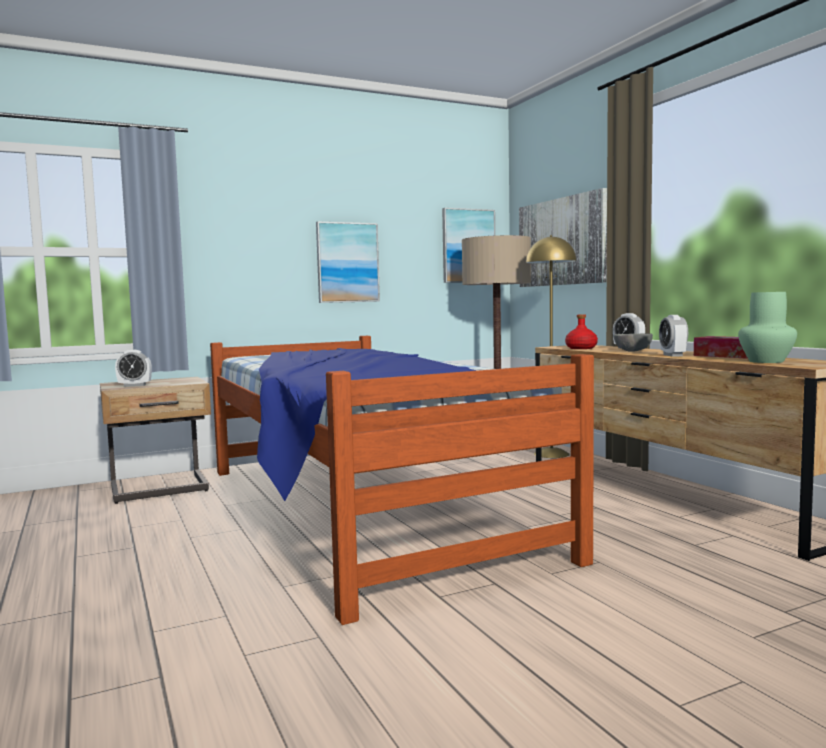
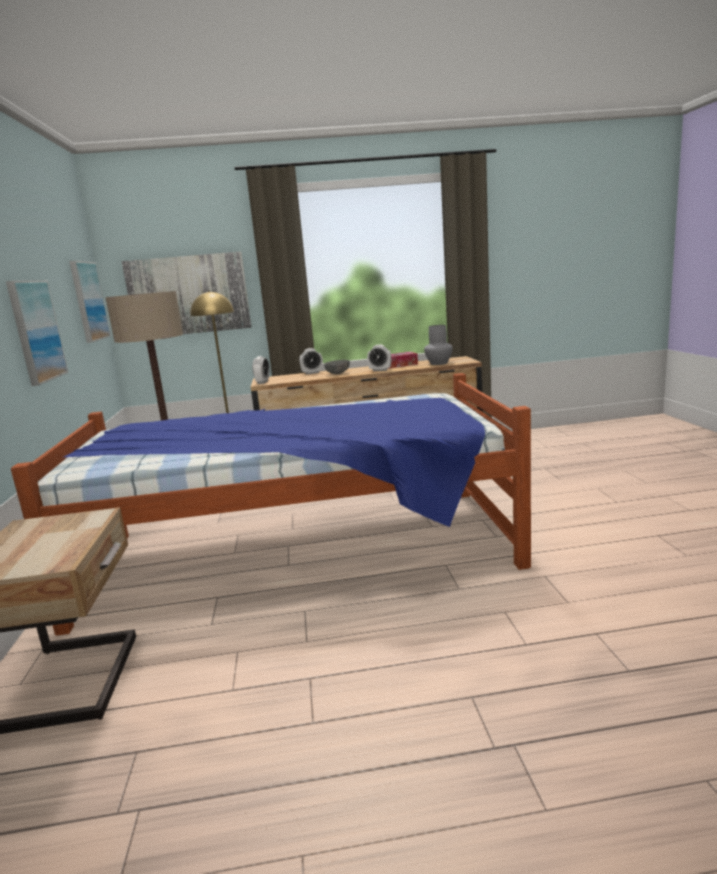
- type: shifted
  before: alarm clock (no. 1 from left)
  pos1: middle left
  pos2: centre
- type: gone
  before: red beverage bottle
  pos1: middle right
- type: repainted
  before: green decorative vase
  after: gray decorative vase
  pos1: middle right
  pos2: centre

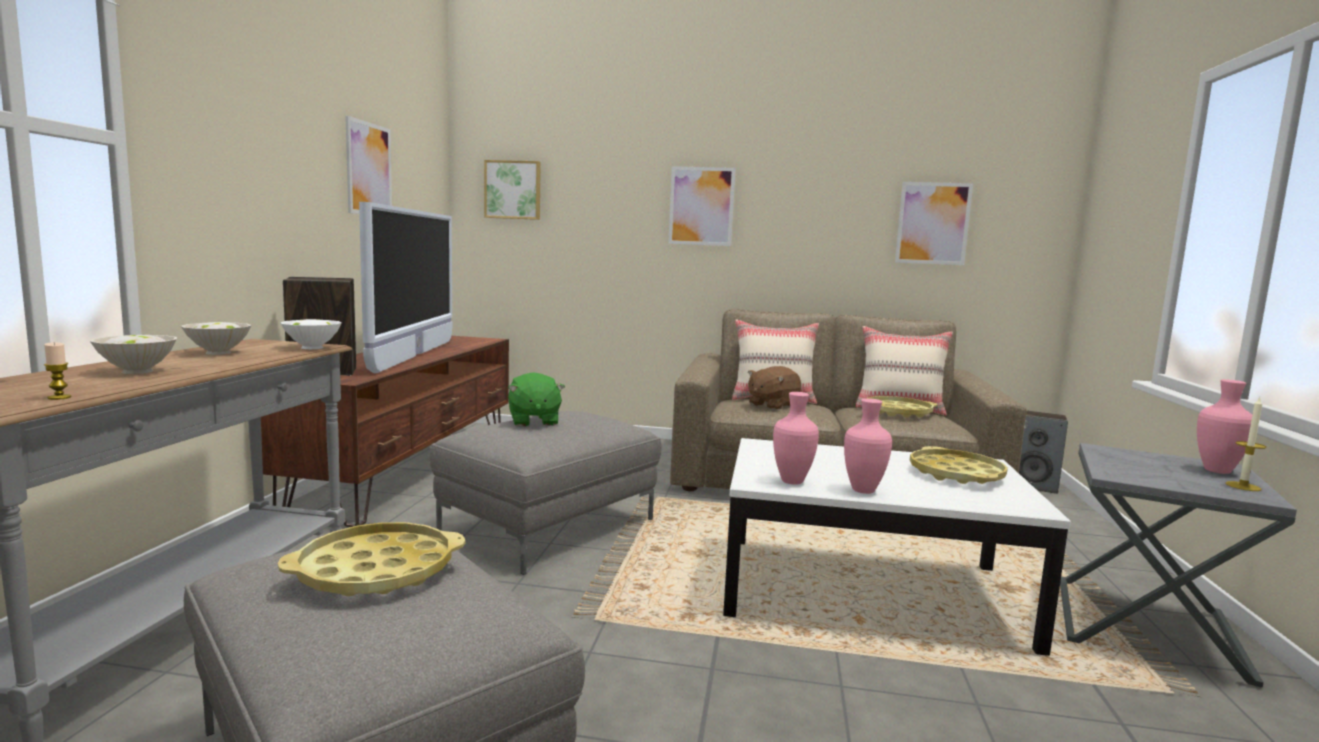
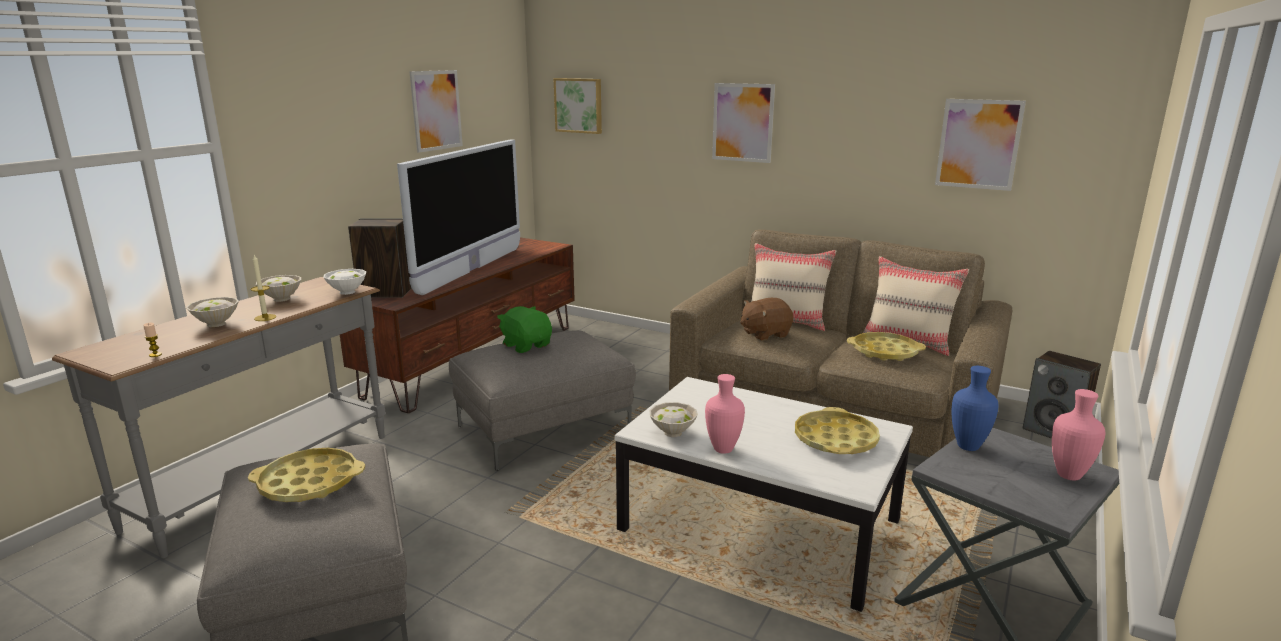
- type: rotated
  before: green cuddly toy
  pos1: centre
  pos2: centre
  turn: 135
- type: swapped
  before: pinkish decorative vase (no. 1 from left)
  after: white deep dish (no. 4 from left)
  pos1: centre
  pos2: centre
- type: shifted
  before: wax candle (no. 2 from left)
  pos1: middle right
  pos2: middle left
- type: new
  after: bluish decorative vase
  pos2: middle right

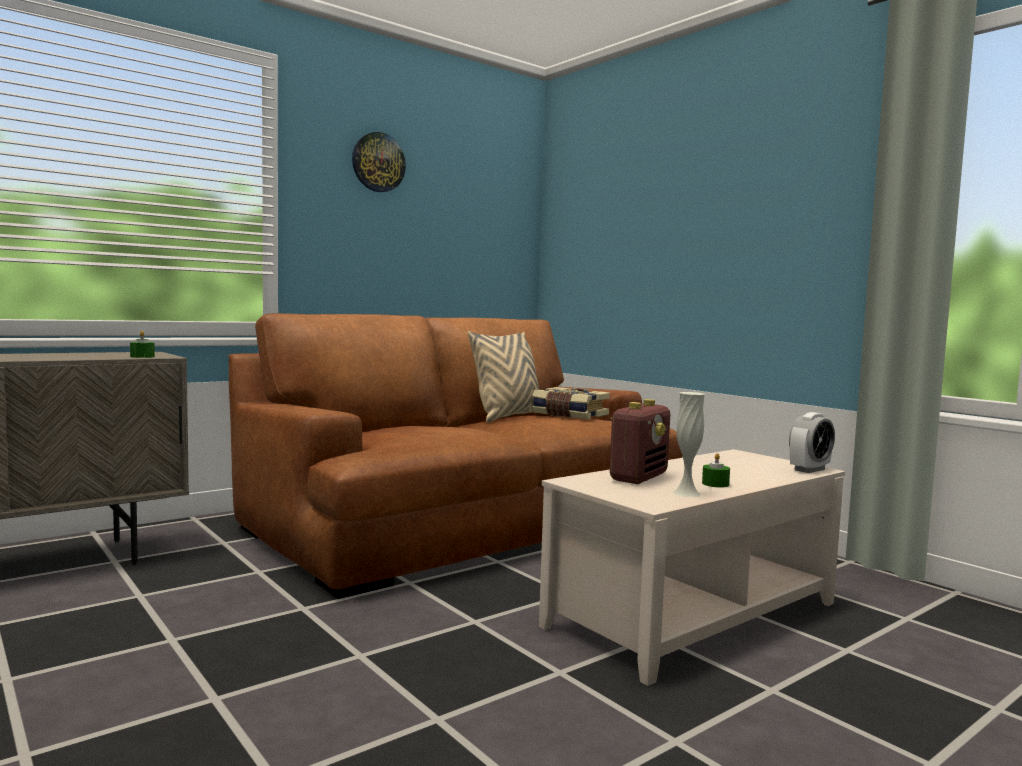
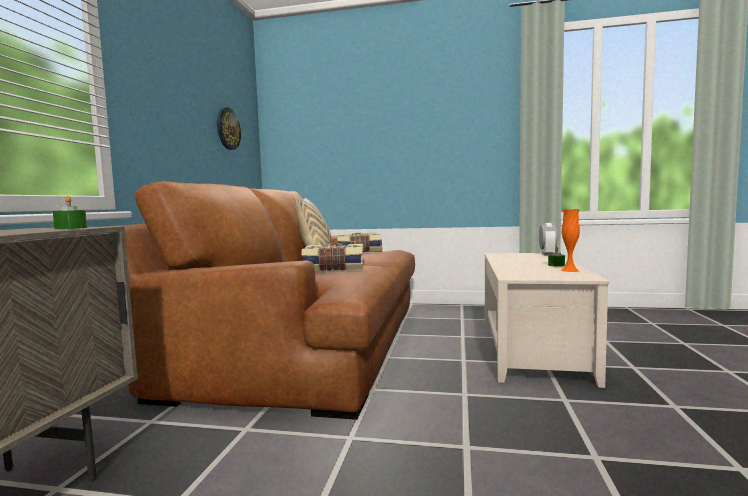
- type: shifted
  before: clock on the wall
  pos1: top centre
  pos2: top left
- type: gone
  before: radio receiver
  pos1: centre
- type: repainted
  before: white decorative vase
  after: orange decorative vase
  pos1: middle right
  pos2: middle right
- type: new
  after: volume (no. 1 from left)
  pos2: centre

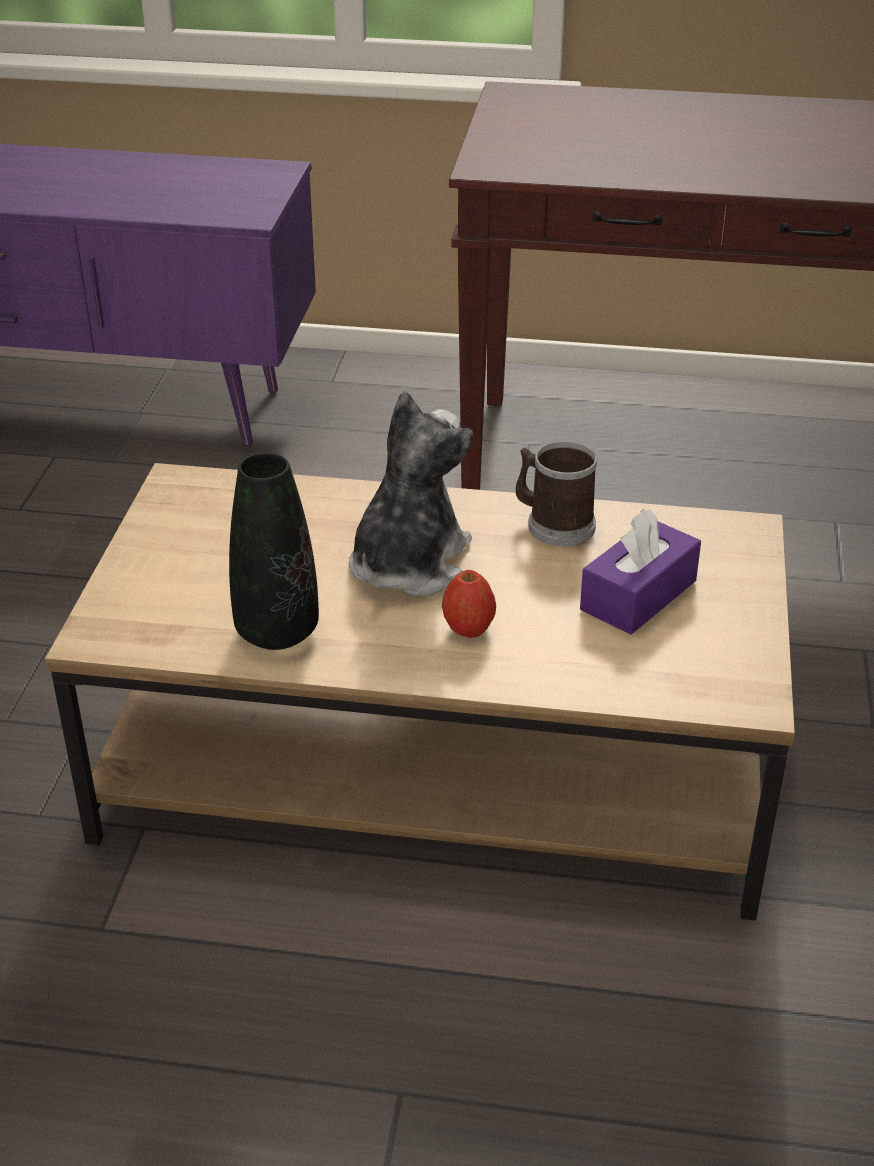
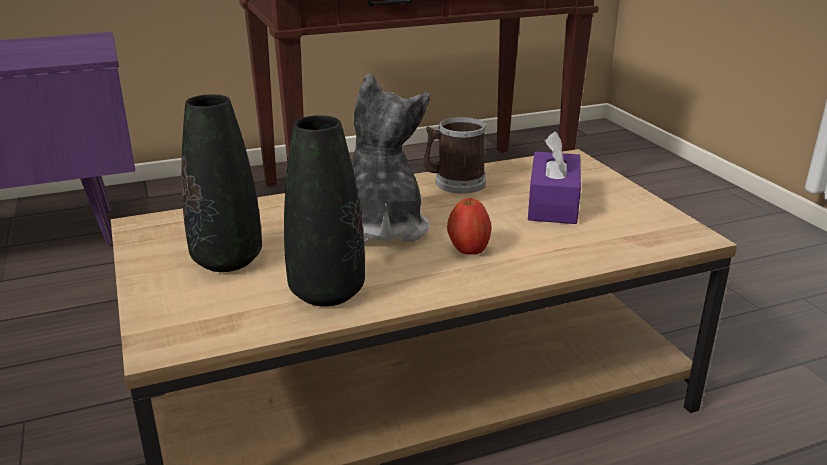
- type: new
  after: blackish decorative vase (no. 1 from left)
  pos2: middle left

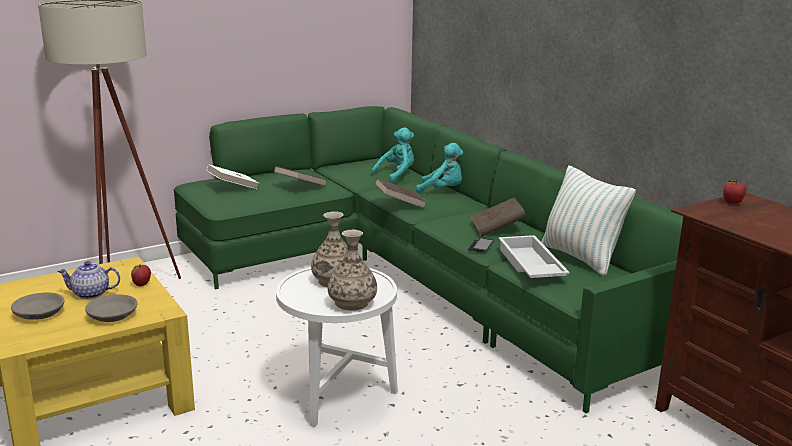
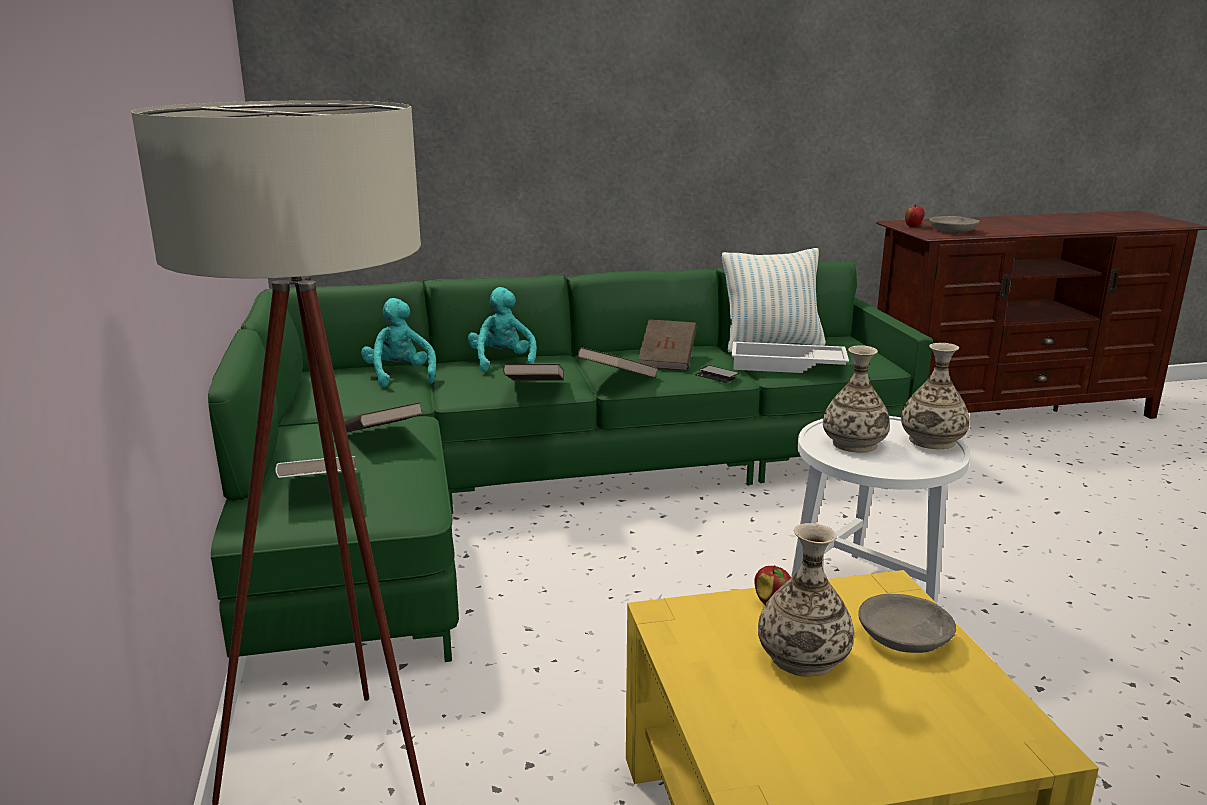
- type: shifted
  before: gray deep dish (no. 1 from left in the first image)
  after: gray deep dish (no. 2 from left)
  pos1: bottom left
  pos2: top right
- type: swapped
  before: teapot
  after: decorative vase (no. 1 from left)
  pos1: middle left
  pos2: bottom right
- type: rotated
  before: turquoise cuddly toy (no. 2 from left)
  pos1: centre
  pos2: centre
  turn: -45
- type: new
  after: brown volume (no. 3 from left)
  pos2: centre

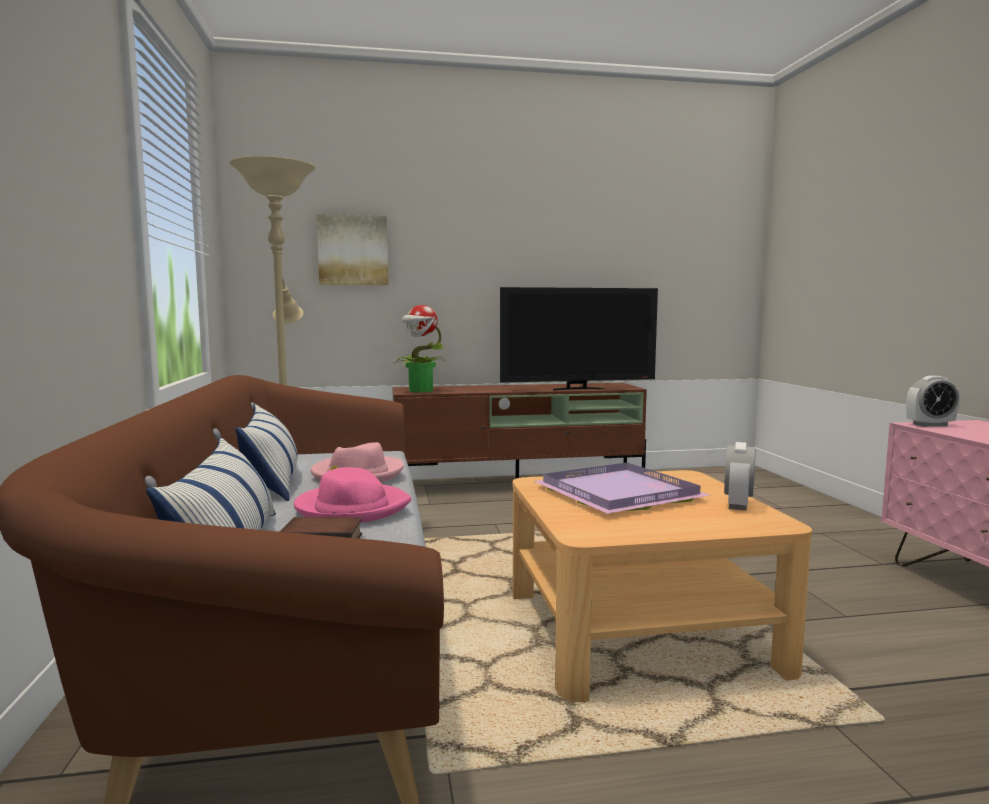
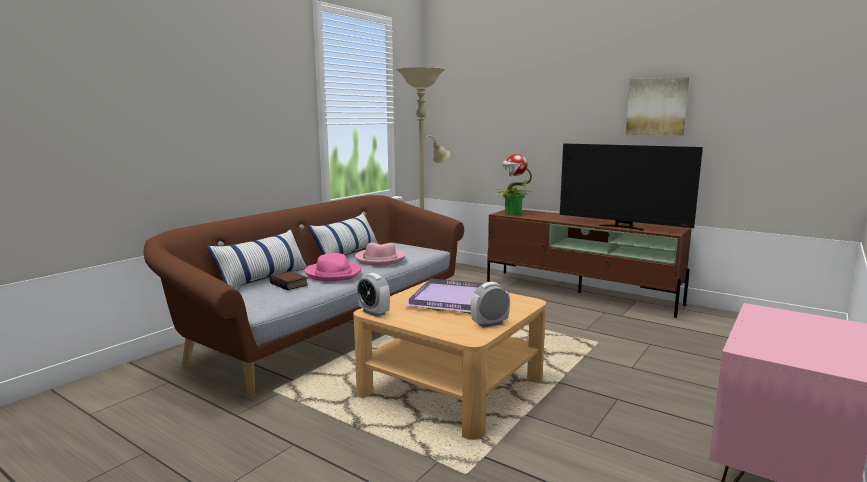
- type: shifted
  before: picture
  pos1: top centre
  pos2: top right
- type: shifted
  before: alarm clock (no. 2 from left in the first image)
  after: alarm clock (no. 1 from left)
  pos1: middle right
  pos2: centre

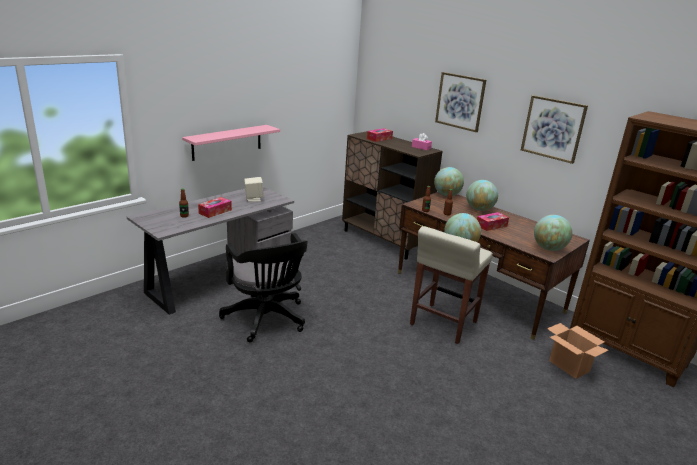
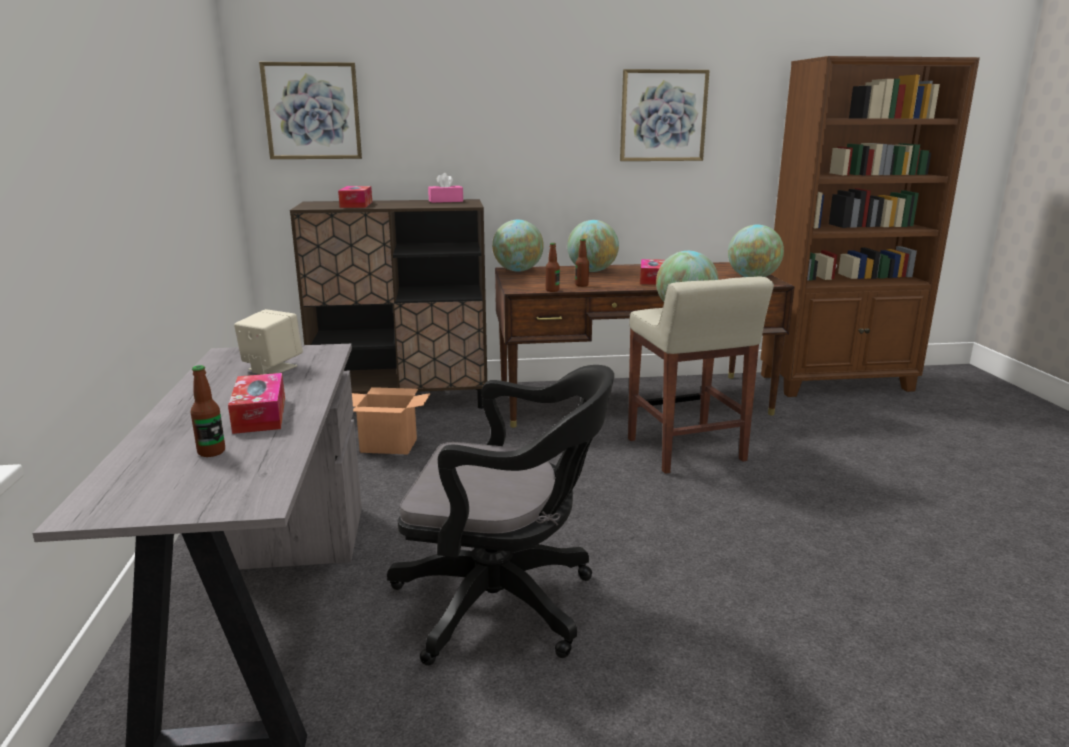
- type: gone
  before: pinkish bracket shelf
  pos1: top left
- type: shifted
  before: picture (no. 1 from left)
  pos1: top centre
  pos2: top left
- type: shifted
  before: cardboard box
  pos1: bottom right
  pos2: centre

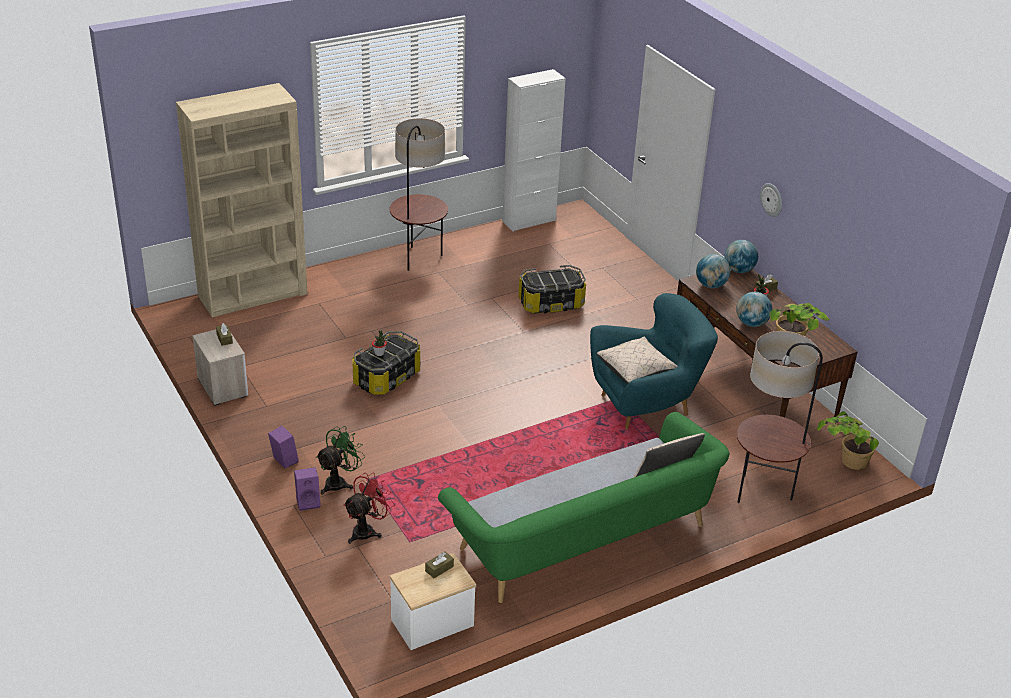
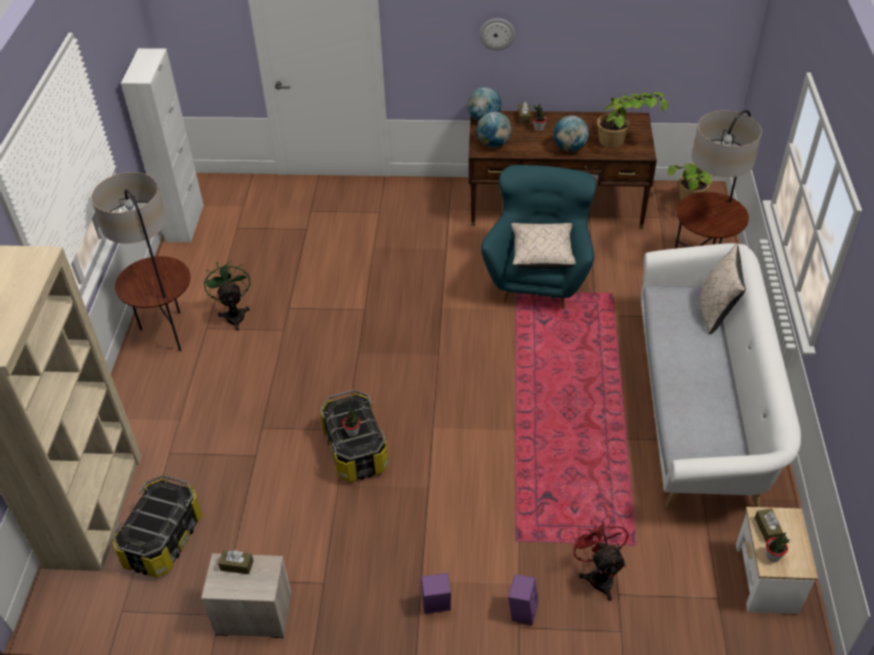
- type: shifted
  before: green electric fan
  pos1: centre
  pos2: middle left
- type: repainted
  before: green couch
  after: white couch
  pos1: bottom centre
  pos2: middle right
- type: shifted
  before: storage bin (no. 2 from left in the first image)
  after: storage bin (no. 1 from left)
  pos1: centre
  pos2: bottom left
- type: new
  after: houseplant (no. 5 from left)
  pos2: bottom right

